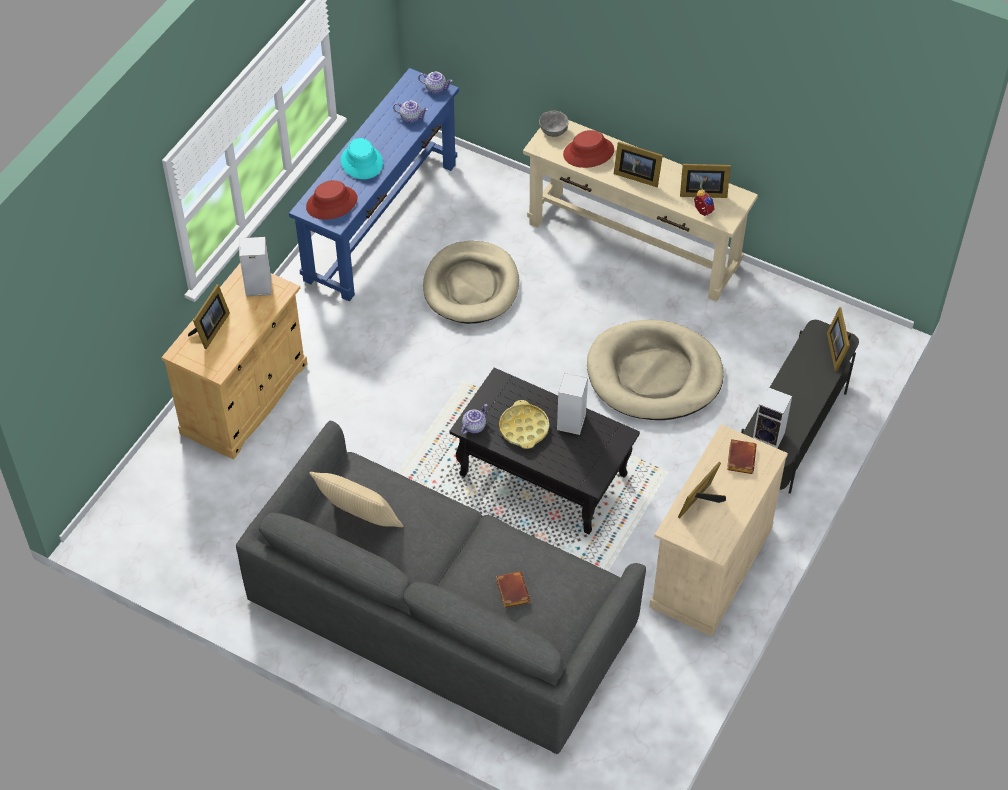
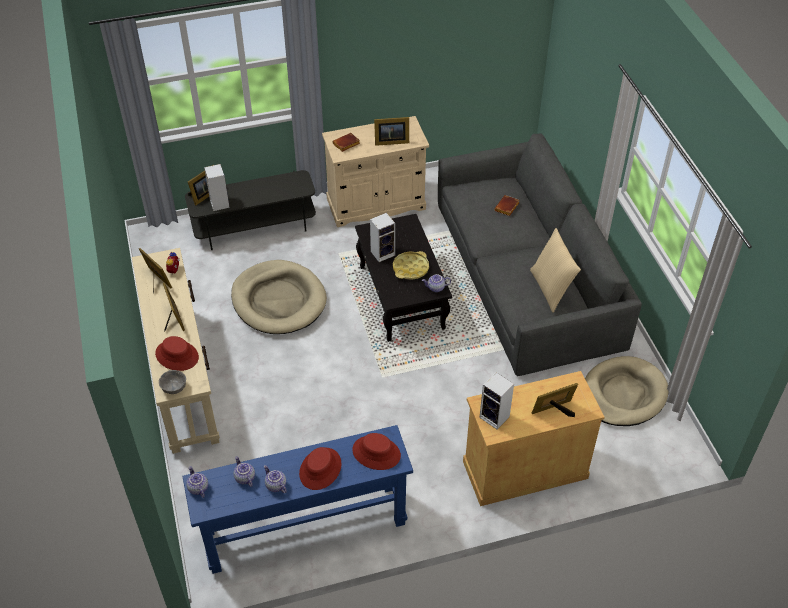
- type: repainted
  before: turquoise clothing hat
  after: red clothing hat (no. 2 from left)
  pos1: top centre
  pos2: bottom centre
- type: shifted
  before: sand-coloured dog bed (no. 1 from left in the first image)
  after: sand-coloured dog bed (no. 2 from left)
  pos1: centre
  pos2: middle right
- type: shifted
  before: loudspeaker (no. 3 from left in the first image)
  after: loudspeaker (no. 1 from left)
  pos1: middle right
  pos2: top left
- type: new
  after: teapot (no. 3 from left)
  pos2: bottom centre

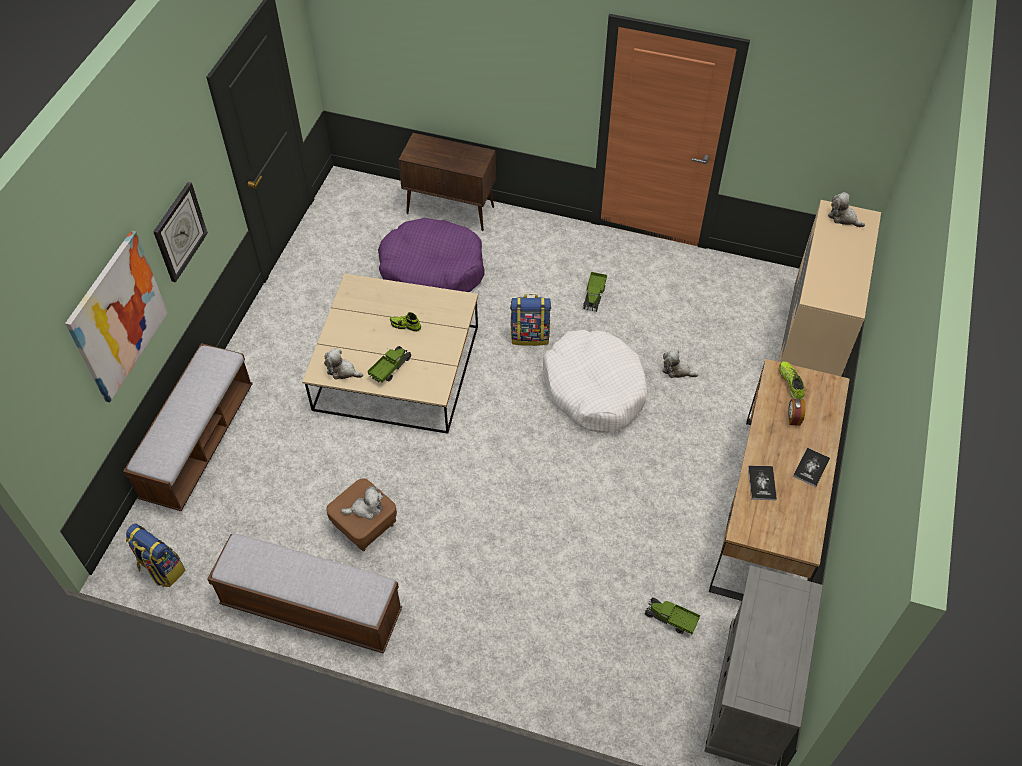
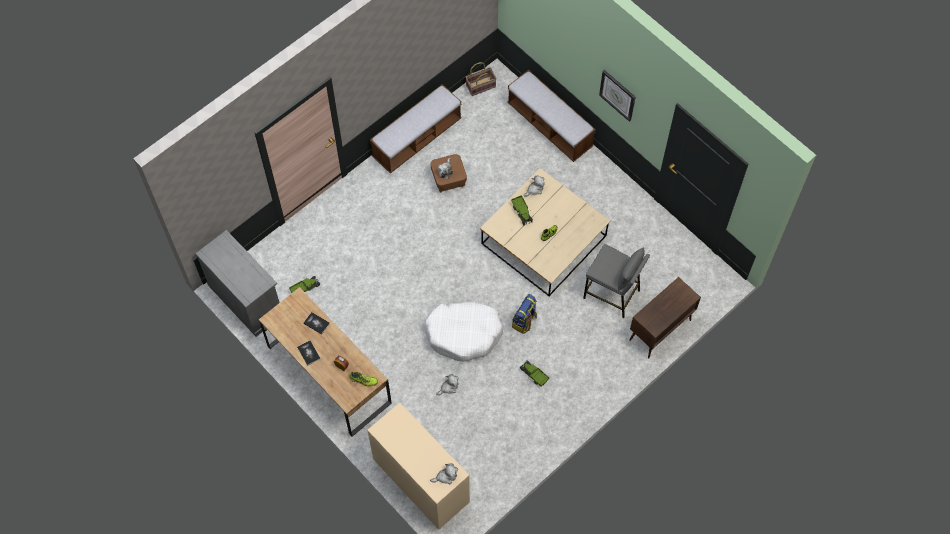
- type: gone
  before: picture
  pos1: middle left
- type: swapped
  before: knapsack (no. 1 from left)
  after: storage basket
  pos1: bottom left
  pos2: top centre
- type: swapped
  before: purple-coloured dog bed
  after: gray stool
  pos1: top centre
  pos2: centre

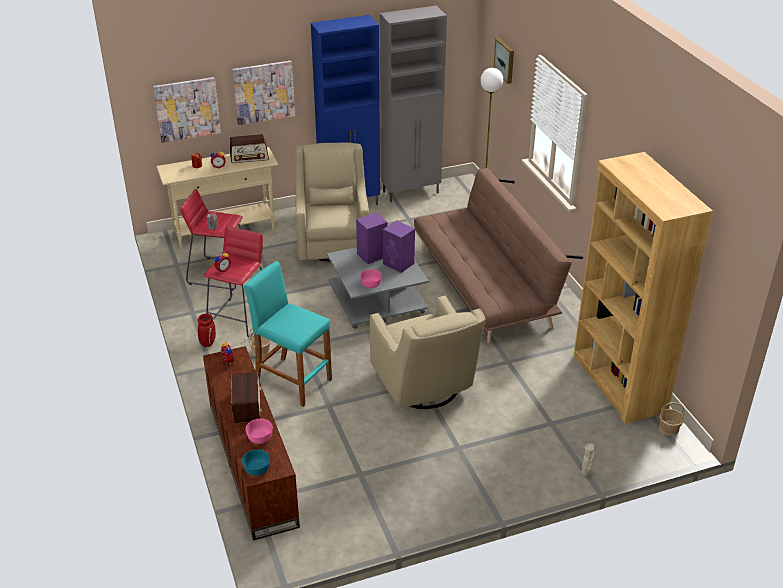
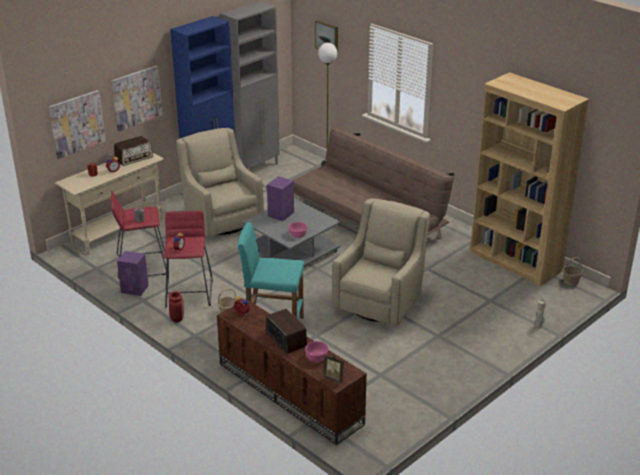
- type: swapped
  before: turquoise deep dish
  after: standing frame
  pos1: bottom left
  pos2: bottom centre
- type: rotated
  before: sand-coloured easy chair (no. 2 from left)
  pos1: centre
  pos2: centre
  turn: -105
- type: shifted
  before: purple-coloured loudspeaker (no. 2 from left in the first image)
  after: purple-coloured loudspeaker (no. 1 from left)
  pos1: centre
  pos2: middle left

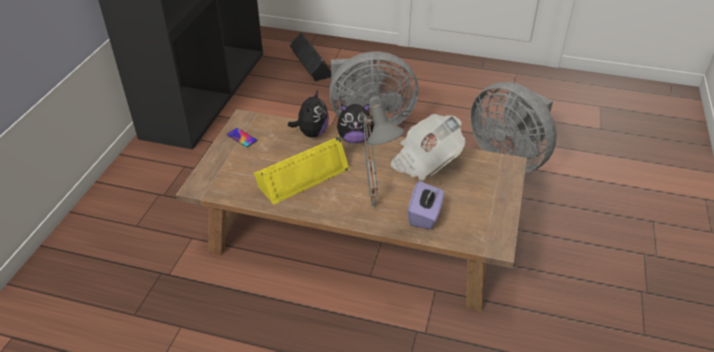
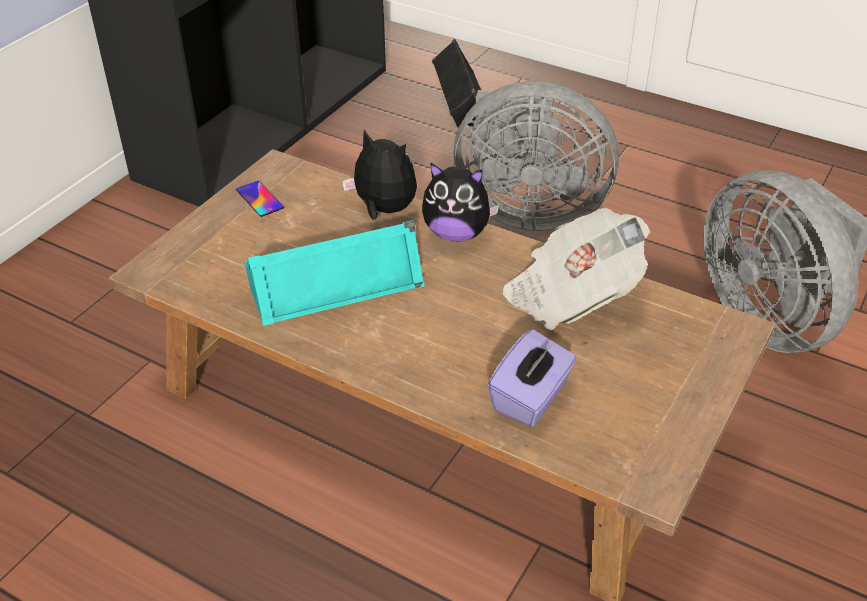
- type: repainted
  before: yellowish loudspeaker
  after: turquoise loudspeaker
  pos1: centre
  pos2: centre
- type: rotated
  before: cuddly toy (no. 1 from left)
  pos1: top centre
  pos2: top centre
  turn: -90
- type: gone
  before: gray table lamp
  pos1: centre

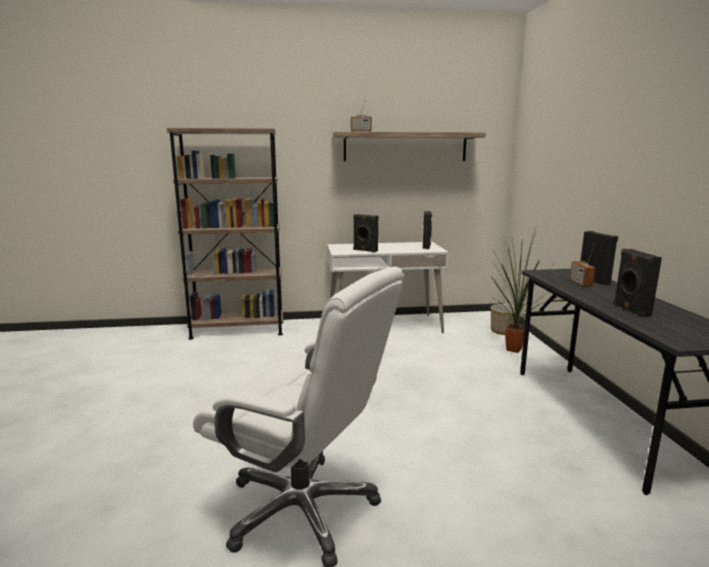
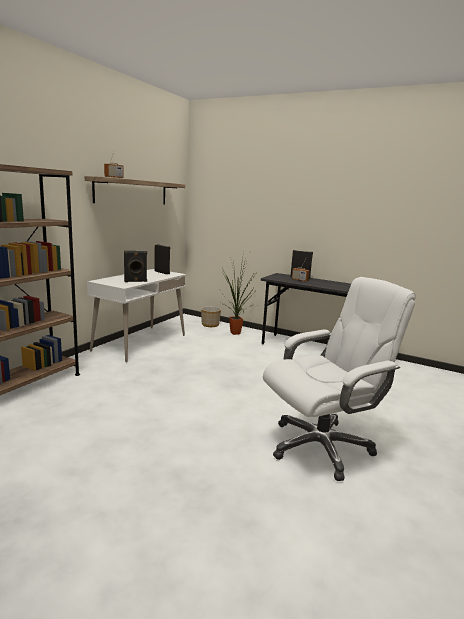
- type: gone
  before: blackish loudspeaker (no. 4 from left)
  pos1: middle right

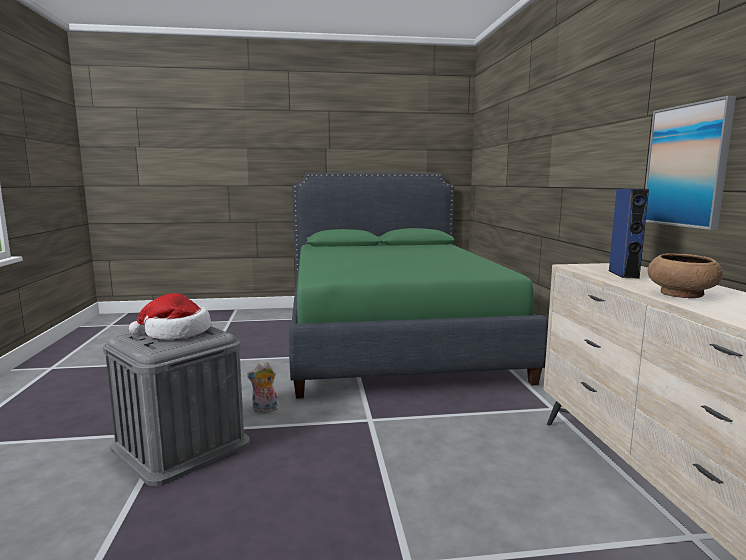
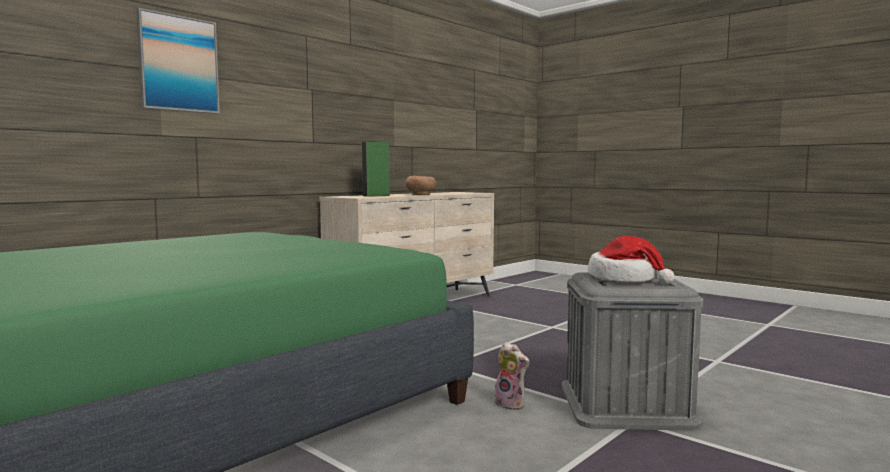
- type: repainted
  before: bluish loudspeaker
  after: green loudspeaker
  pos1: middle right
  pos2: centre
- type: shifted
  before: picture
  pos1: top right
  pos2: top left

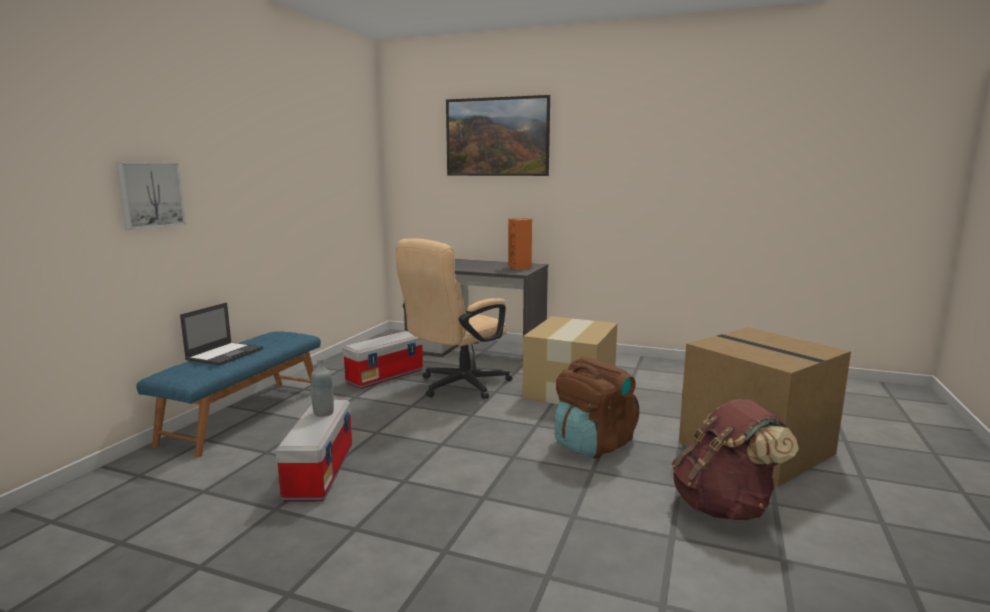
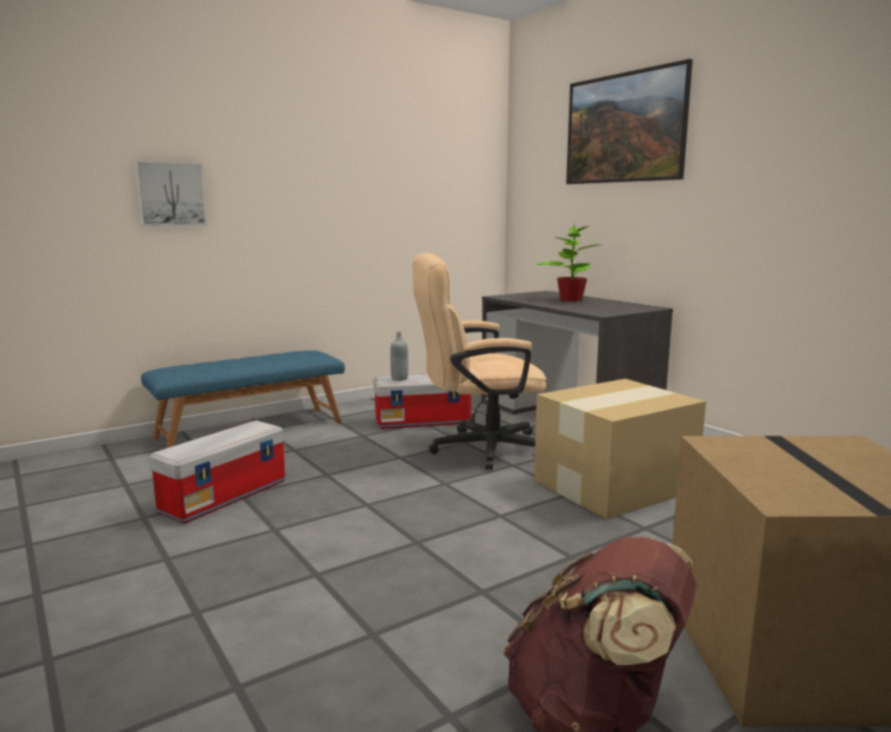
- type: gone
  before: portable computer
  pos1: middle left
- type: shifted
  before: gray beverage bottle
  pos1: middle left
  pos2: centre
- type: gone
  before: orange loudspeaker
  pos1: centre
- type: gone
  before: brown knapsack (no. 1 from left)
  pos1: bottom centre
- type: new
  after: houseplant
  pos2: centre

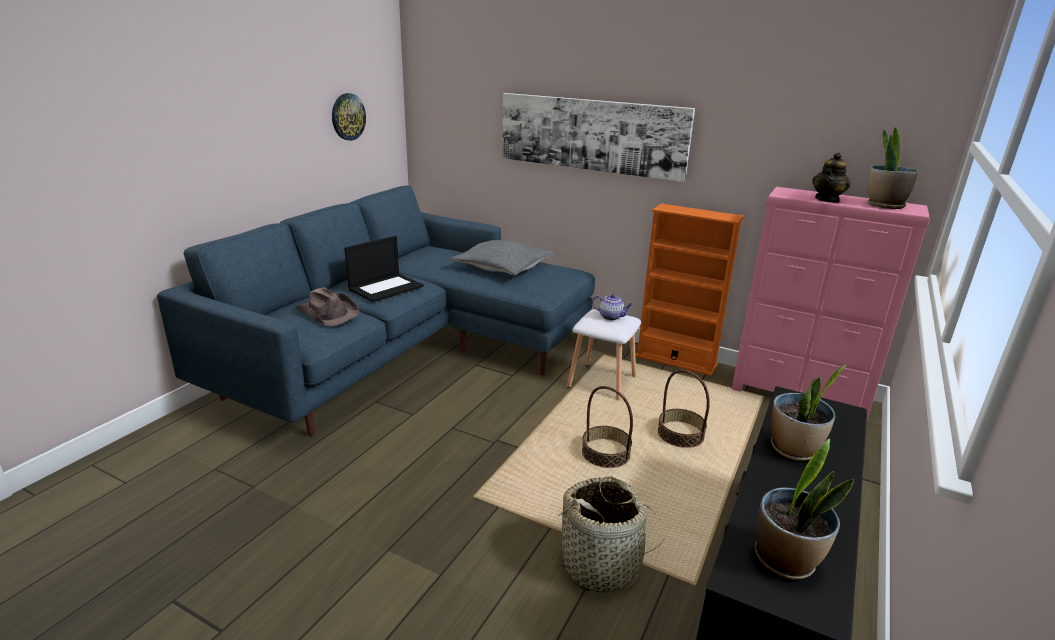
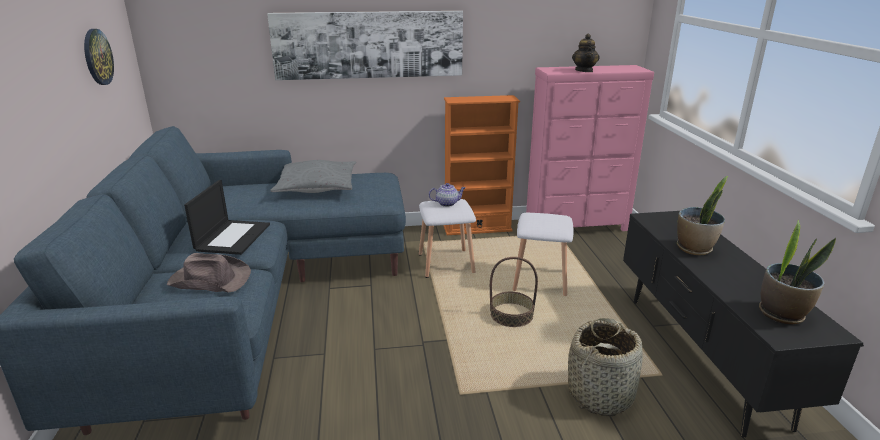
- type: swapped
  before: storage basket (no. 3 from left)
  after: white stool (no. 2 from left)
  pos1: centre
  pos2: centre
- type: gone
  before: houseplant (no. 3 from left)
  pos1: top right

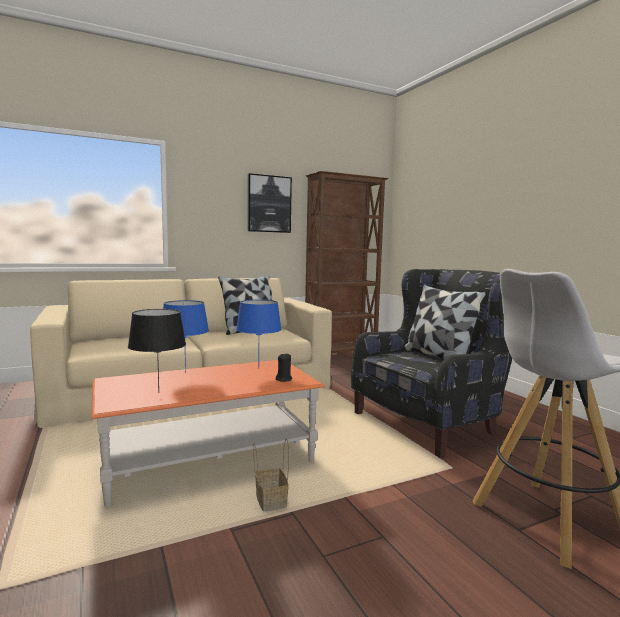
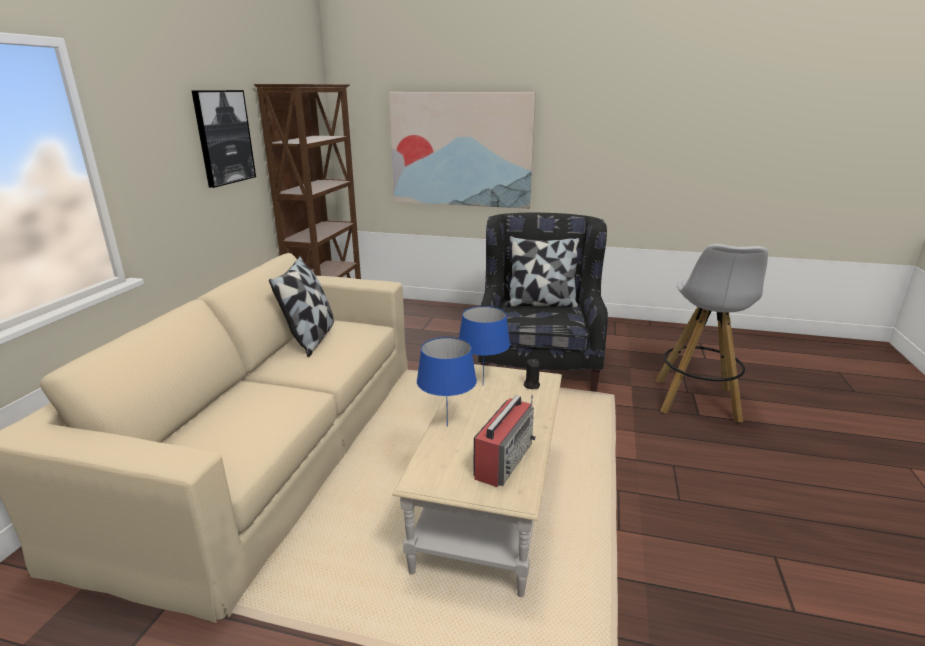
- type: repainted
  before: orange coffee table
  after: sand-coloured coffee table
  pos1: bottom centre
  pos2: bottom centre
- type: swapped
  before: blackish table lamp
  after: radio receiver
  pos1: middle left
  pos2: bottom centre
- type: gone
  before: storage basket
  pos1: bottom centre
- type: new
  after: picture (no. 2 from left)
  pos2: top centre

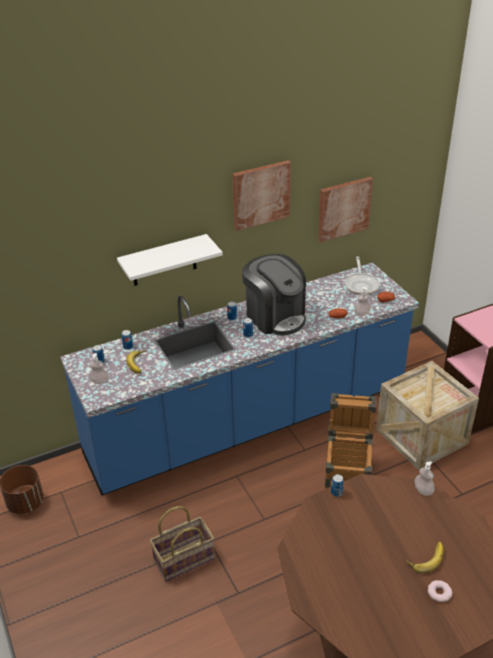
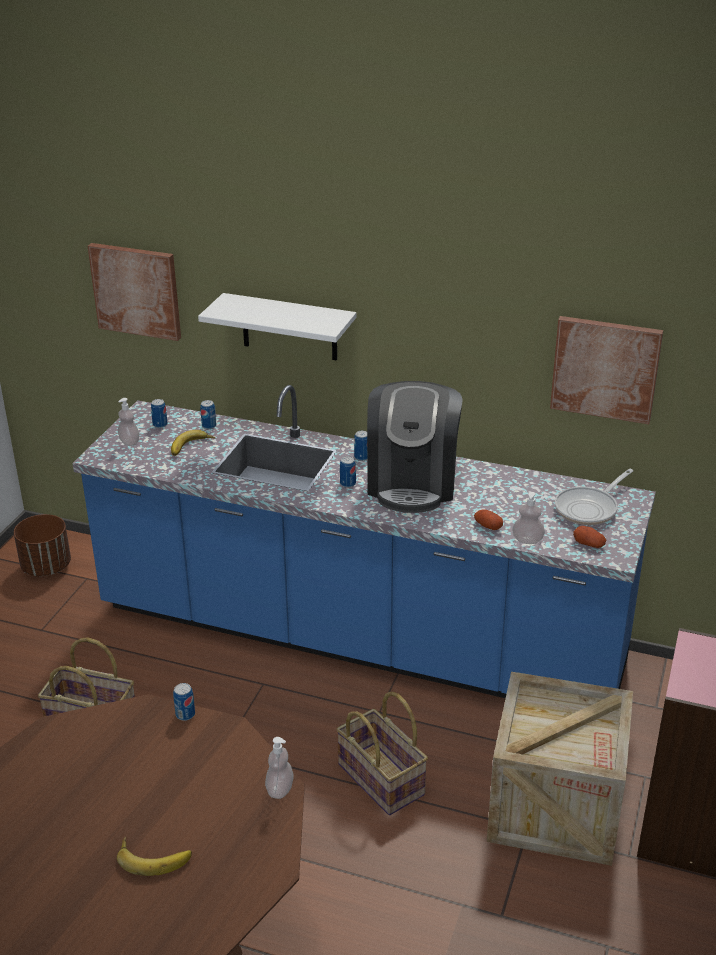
- type: shifted
  before: picture (no. 1 from left)
  pos1: top centre
  pos2: top left
- type: swapped
  before: shipping crate (no. 1 from left)
  after: storage basket (no. 2 from left)
  pos1: bottom right
  pos2: bottom centre
- type: gone
  before: donut
  pos1: bottom right

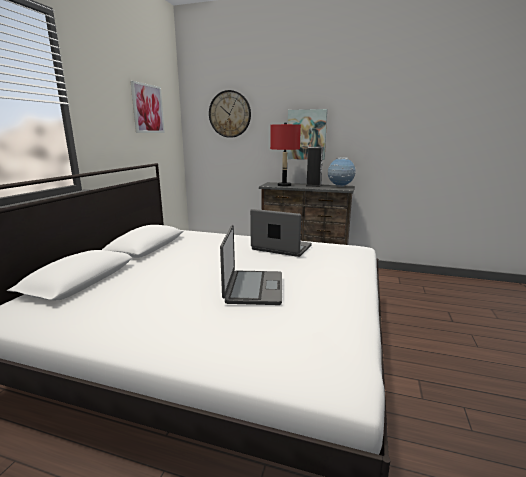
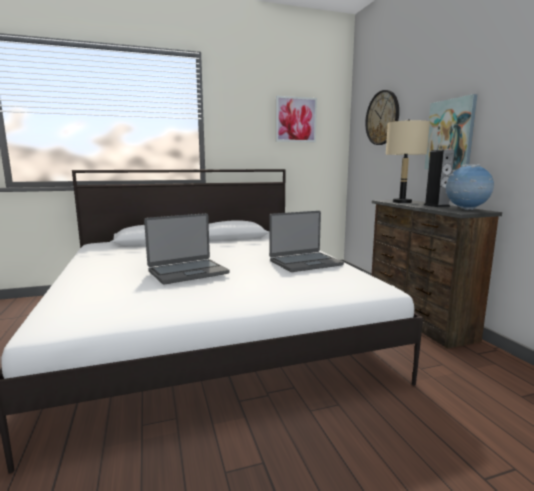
- type: rotated
  before: portable computer (no. 2 from left)
  pos1: centre
  pos2: centre
  turn: 75
- type: repainted
  before: red table lamp
  after: sand-coloured table lamp
  pos1: top centre
  pos2: top right

